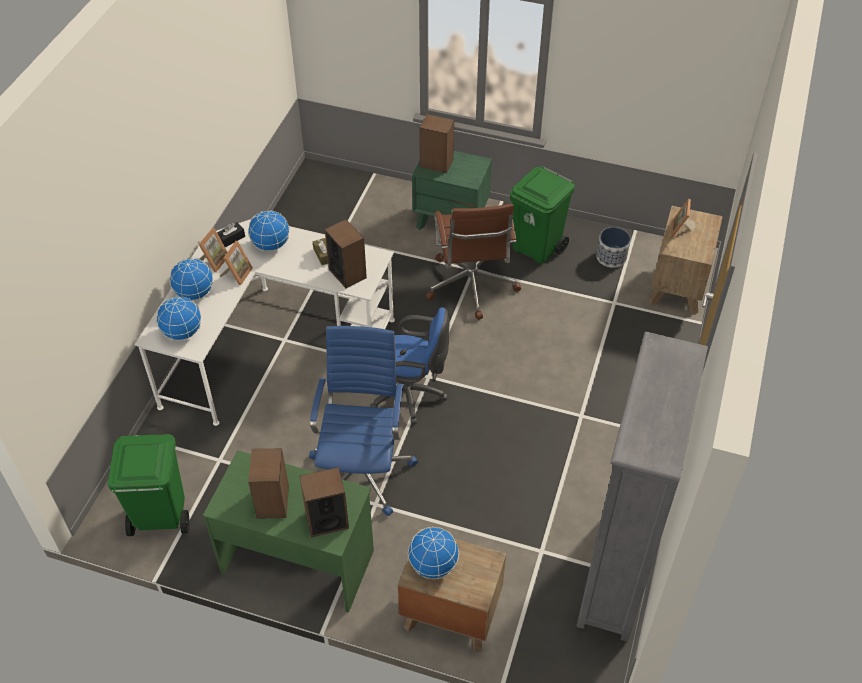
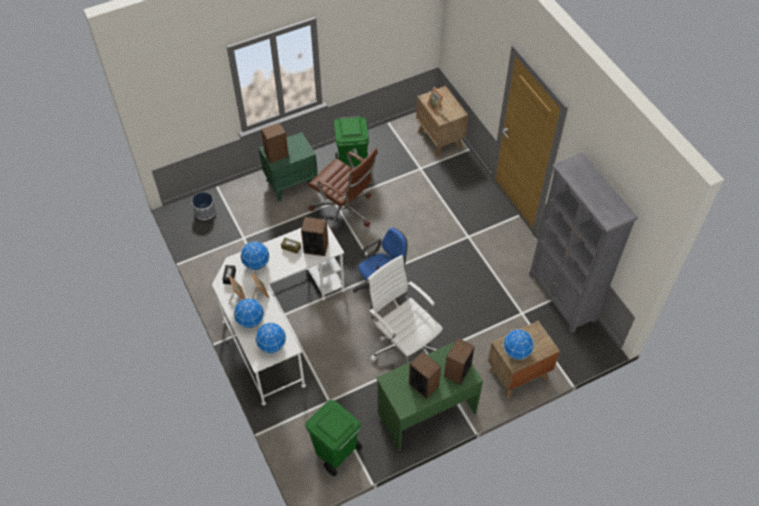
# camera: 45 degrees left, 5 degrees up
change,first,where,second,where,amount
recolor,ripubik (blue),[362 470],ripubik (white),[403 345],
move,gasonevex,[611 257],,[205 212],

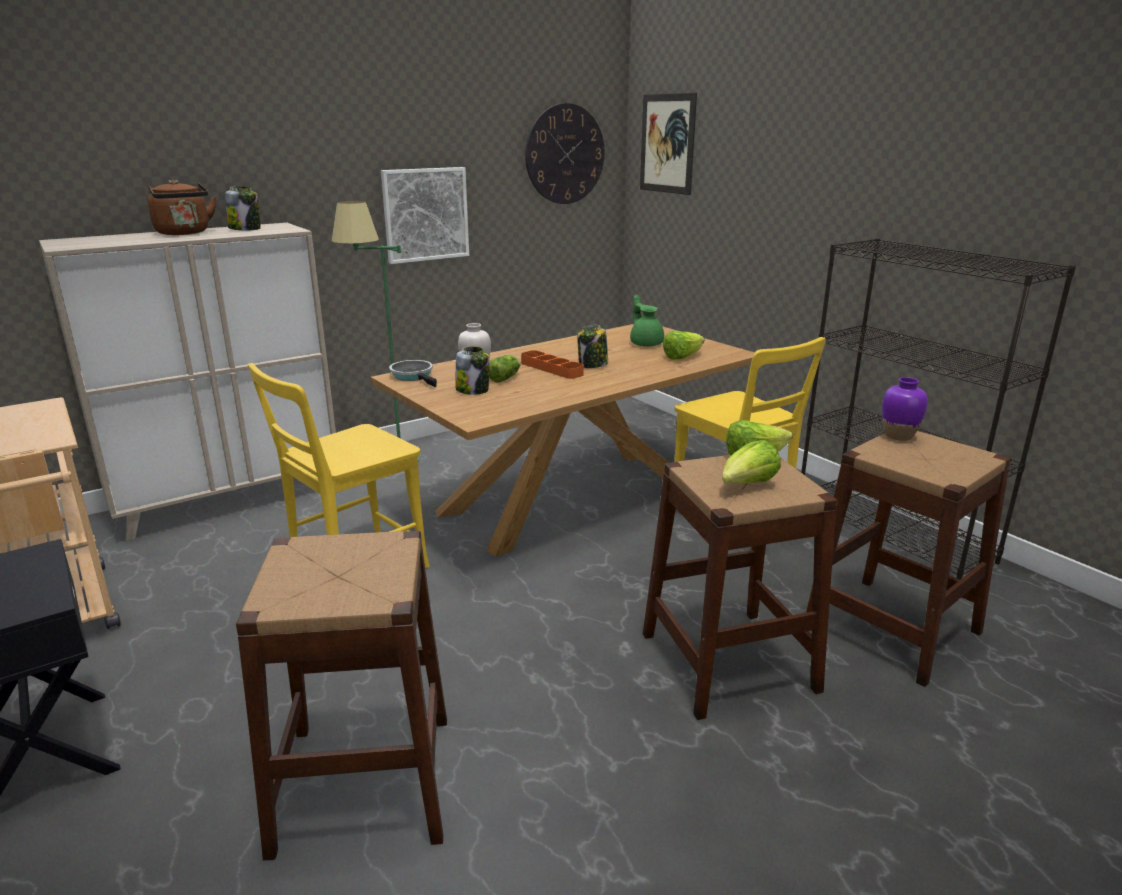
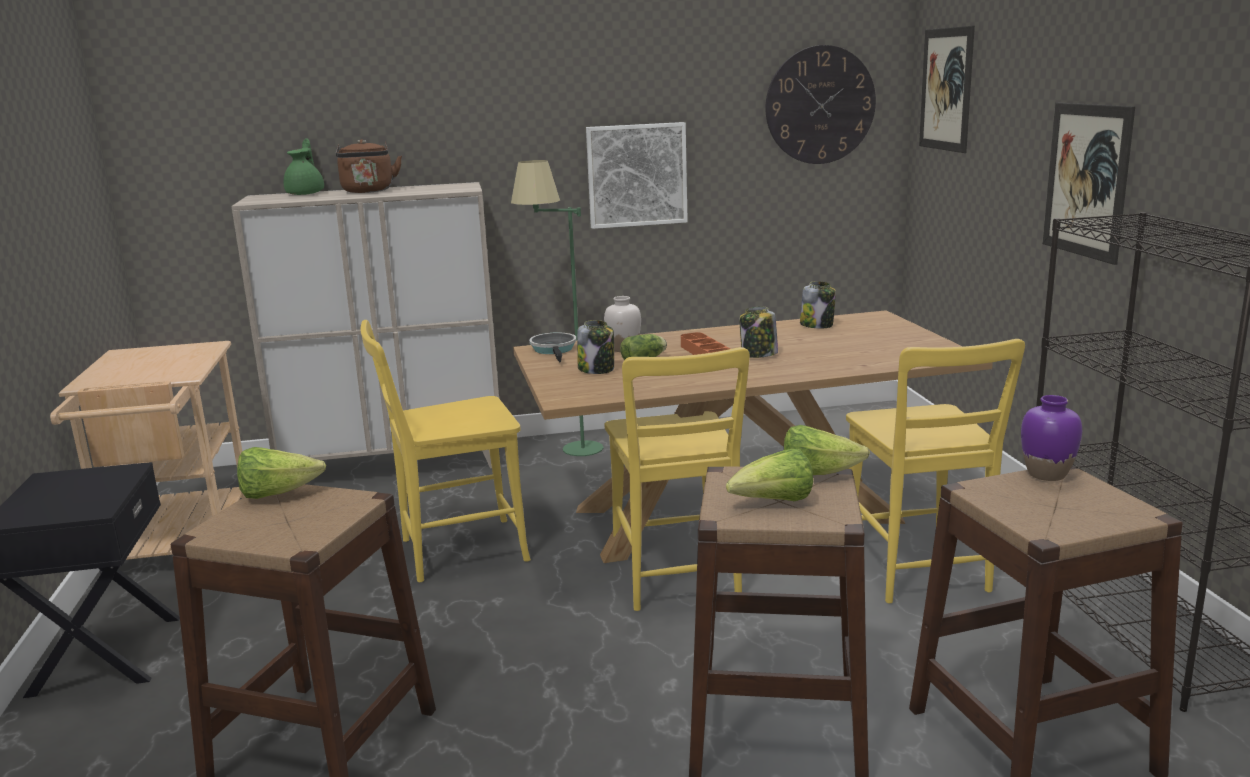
# camera: 25 degrees right, 5 degrees down
change,first,where,second,where,amount
move,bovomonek,[245 229],,[817 325],
move,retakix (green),[646 344],,[306 193],
move,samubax,[682 357],,[278 494],
insert,,,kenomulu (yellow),[676 580],
insert,,,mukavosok,[1086 180],

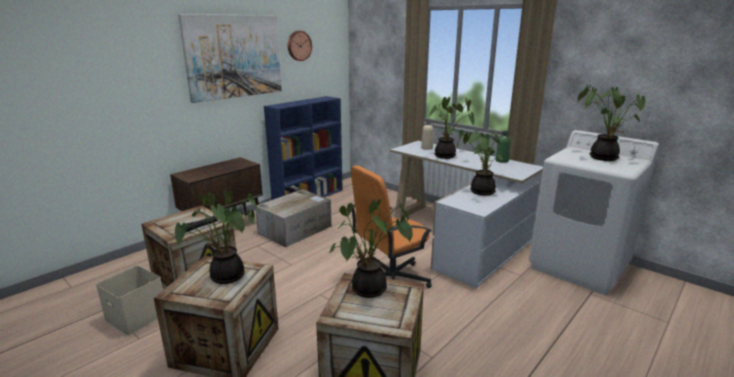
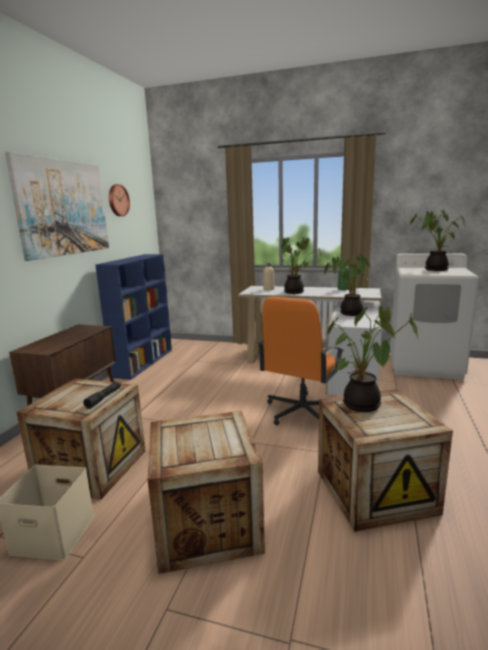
# camera: 25 degrees left, 5 degrees down
change,first,where,second,where,amount
delete,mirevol,[226 278],,,
delete,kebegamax,[296 229],,,

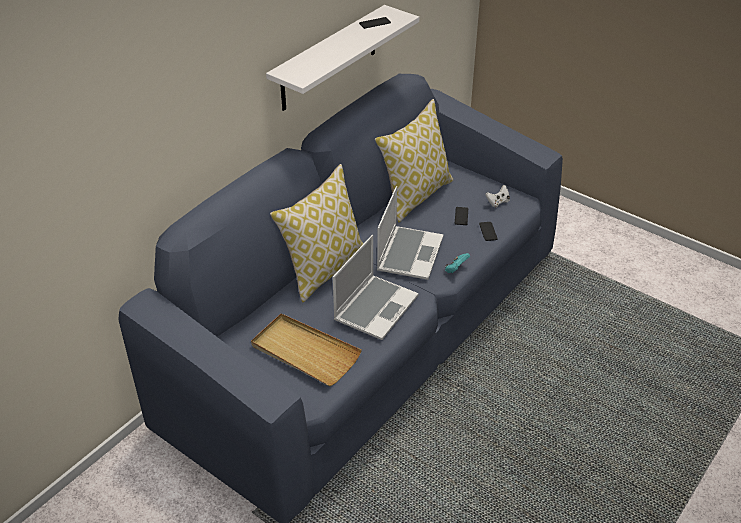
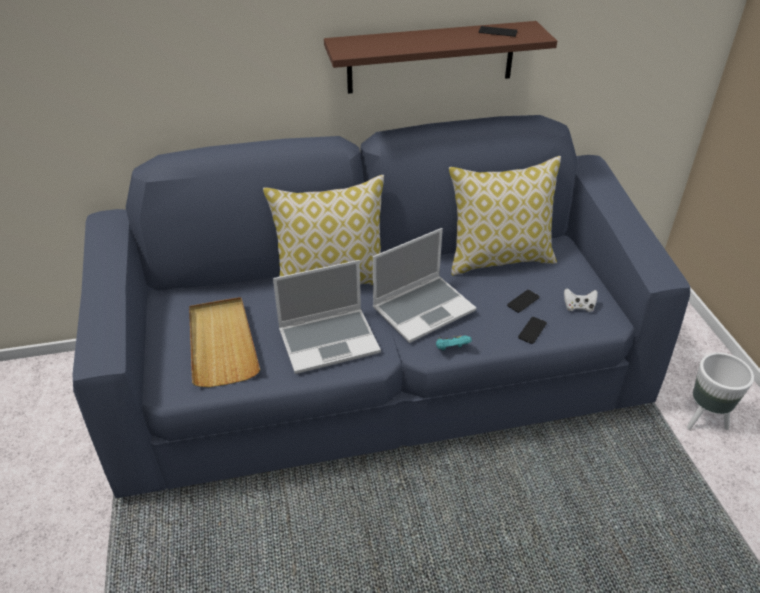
# camera: 40 degrees right, 0 degrees up
change,first,where,second,where,amount
recolor,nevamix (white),[329 58],nevamix (brown),[431 57],
insert,,,gasonevex (white),[704 419],

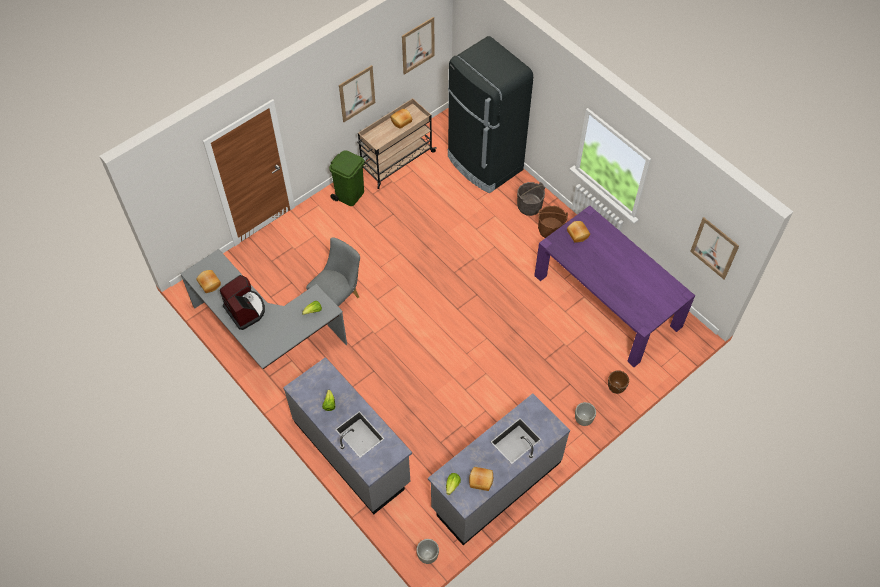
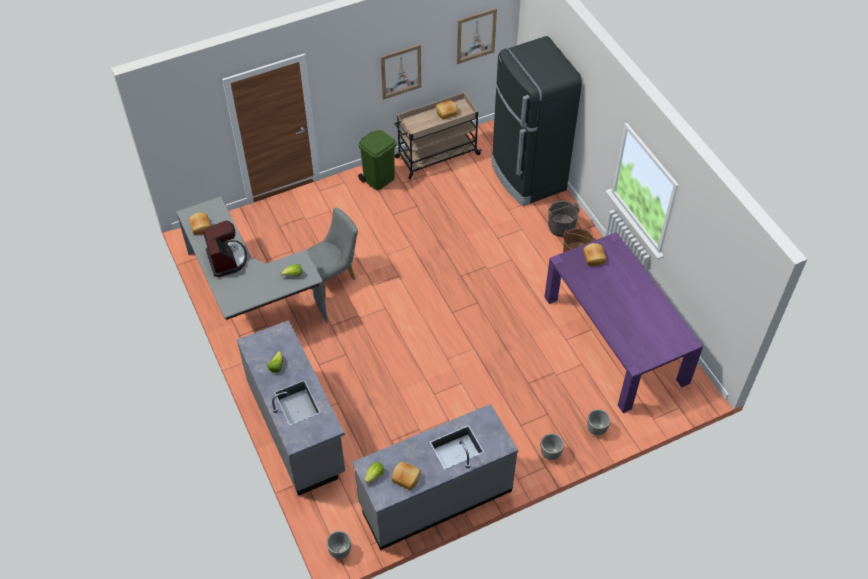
# camera: 15 degrees right, 5 degrees down
change,first,where,second,where,amount
recolor,gasonevex (brown),[616 388],gasonevex (grey),[596 429],
delete,mukavosok,[714 248],,,

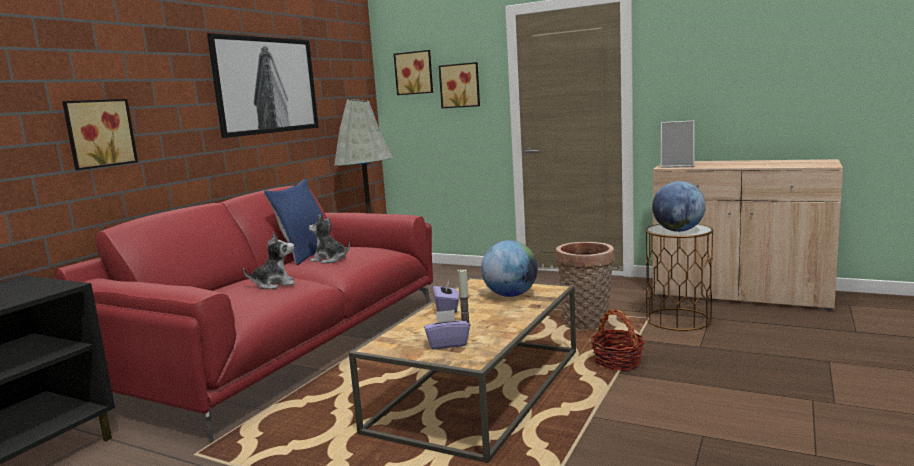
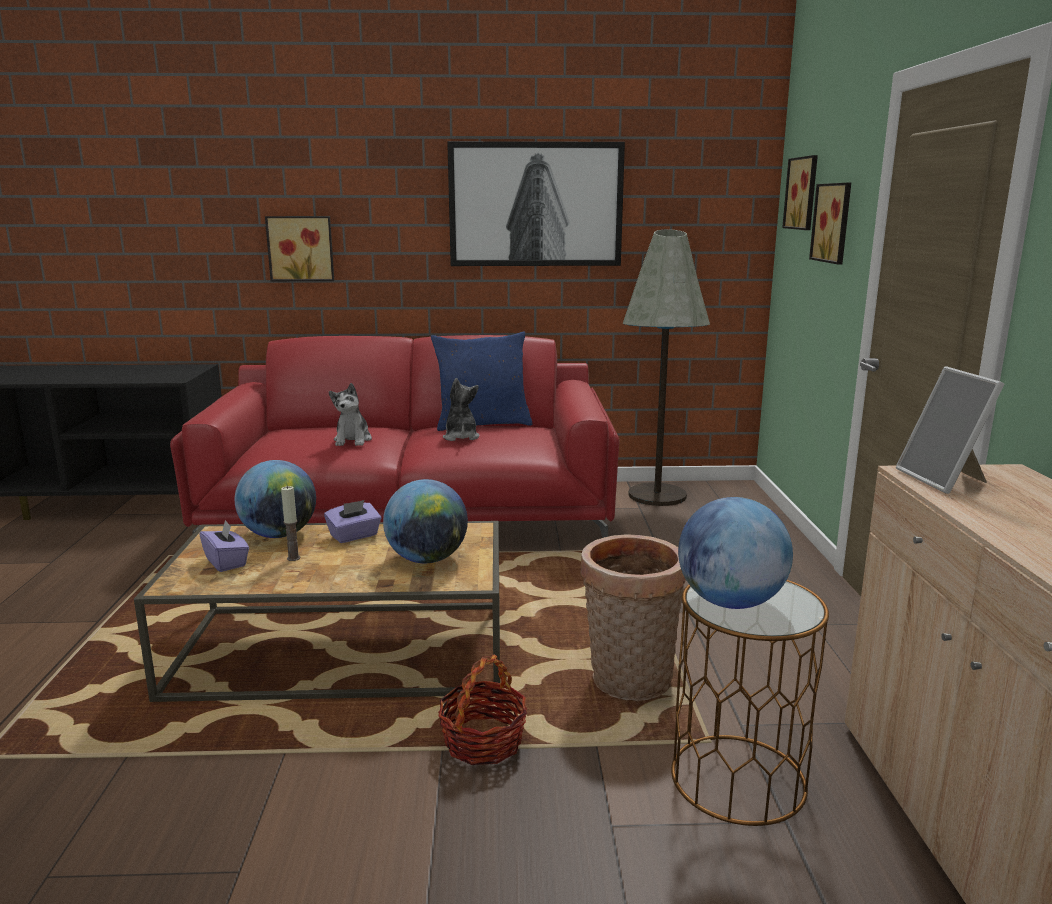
# camera: 60 degrees right, 5 degrees up
change,first,where,second,where,amount
rotate,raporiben,[274 284],,[353 440],45 degrees clockwise
insert,,,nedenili,[279 535],

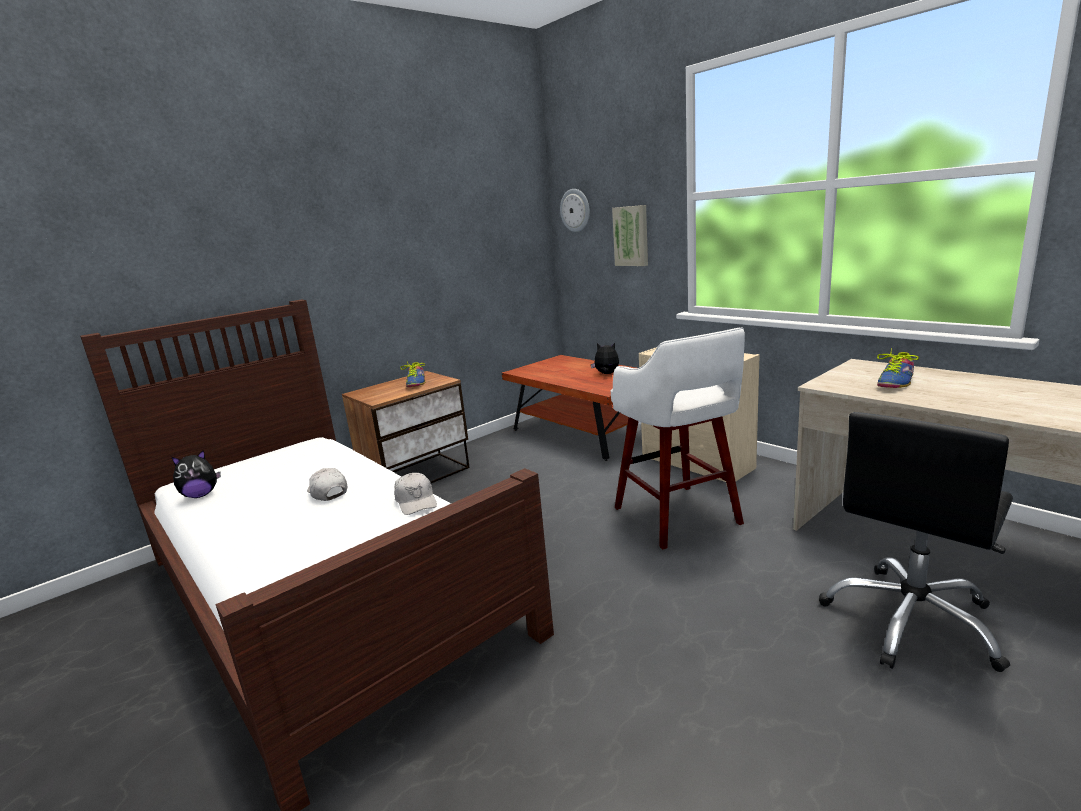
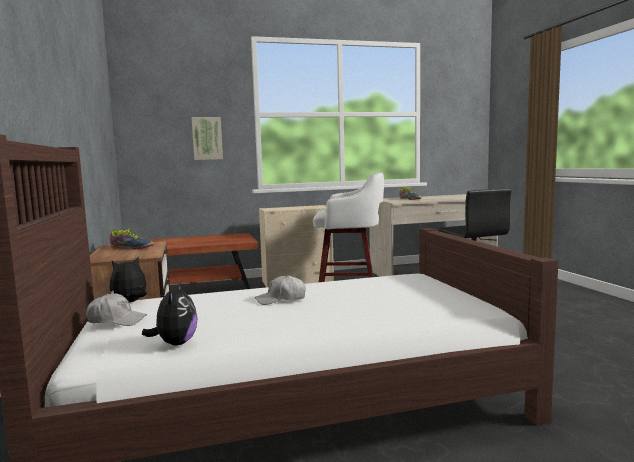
# camera: 65 degrees left, 10 degrees down
change,first,where,second,where,amount
move,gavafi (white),[416 501],,[116 320],
delete,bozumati,[575 210],,,
move,raporiben,[606 374],,[130 302],

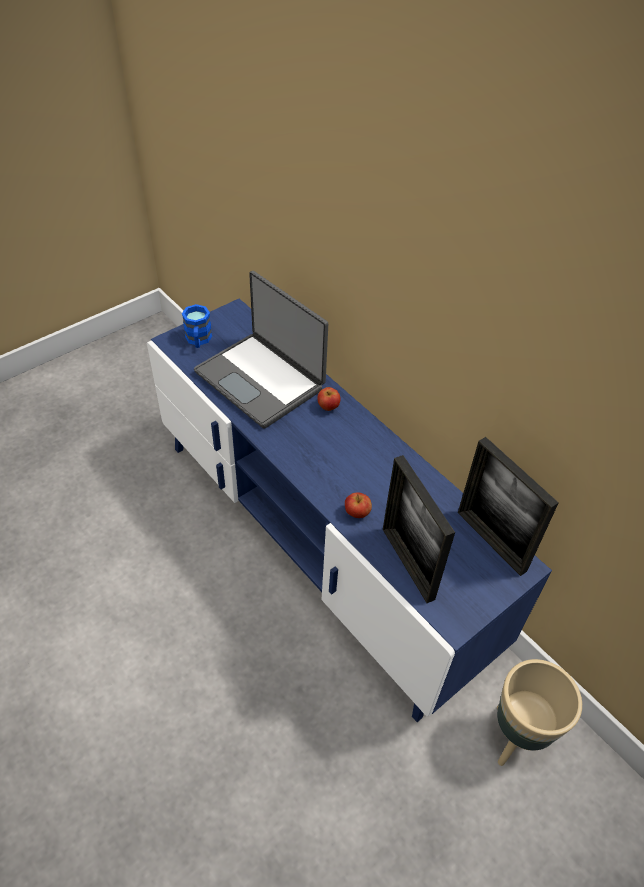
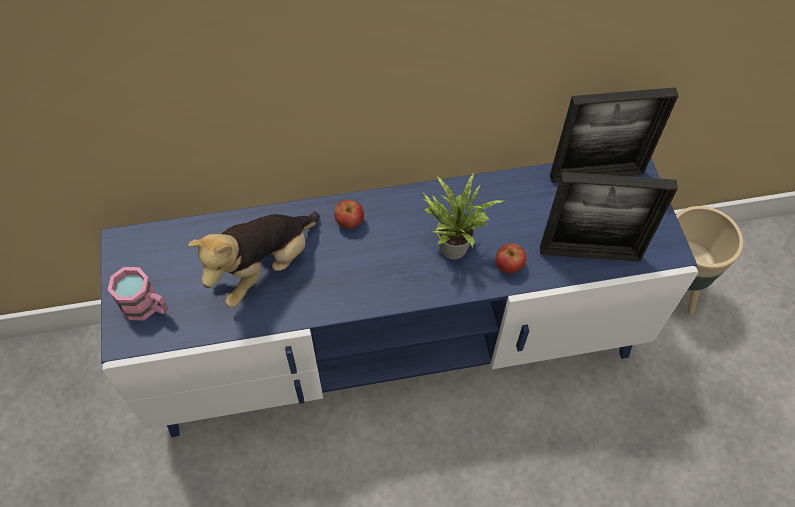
# camera: 60 degrees left, 10 degrees up
change,first,where,second,where,amount
recolor,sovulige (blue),[198 340],sovulige (pink),[147 307],
replace,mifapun,[261 379],raporiben,[263 267],
insert,,,mirevol,[452 244],

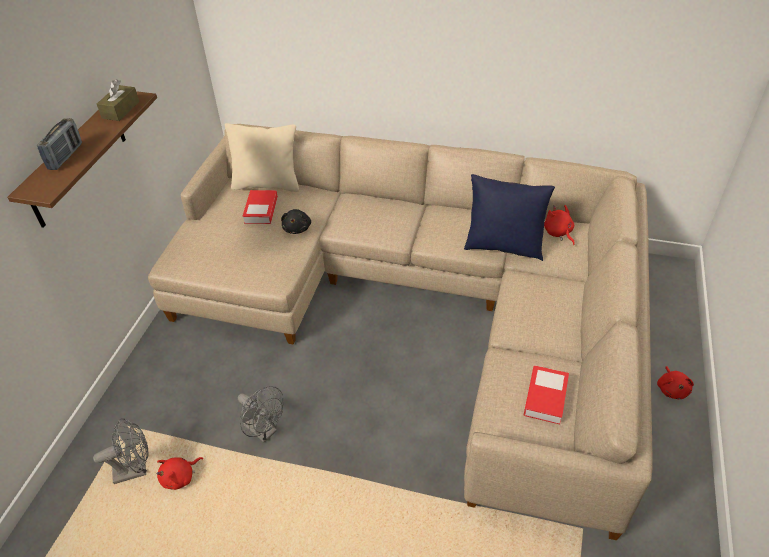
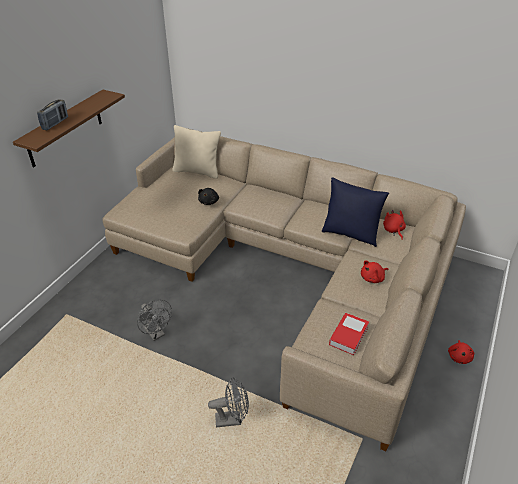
# camera: 10 degrees right, 5 degrees down
change,first,where,second,where,amount
move,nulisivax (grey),[136 470],,[232 419],
delete,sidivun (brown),[121 110],,,
move,raporiben (red),[180 477],,[373 278],
delete,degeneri,[261 210],,,

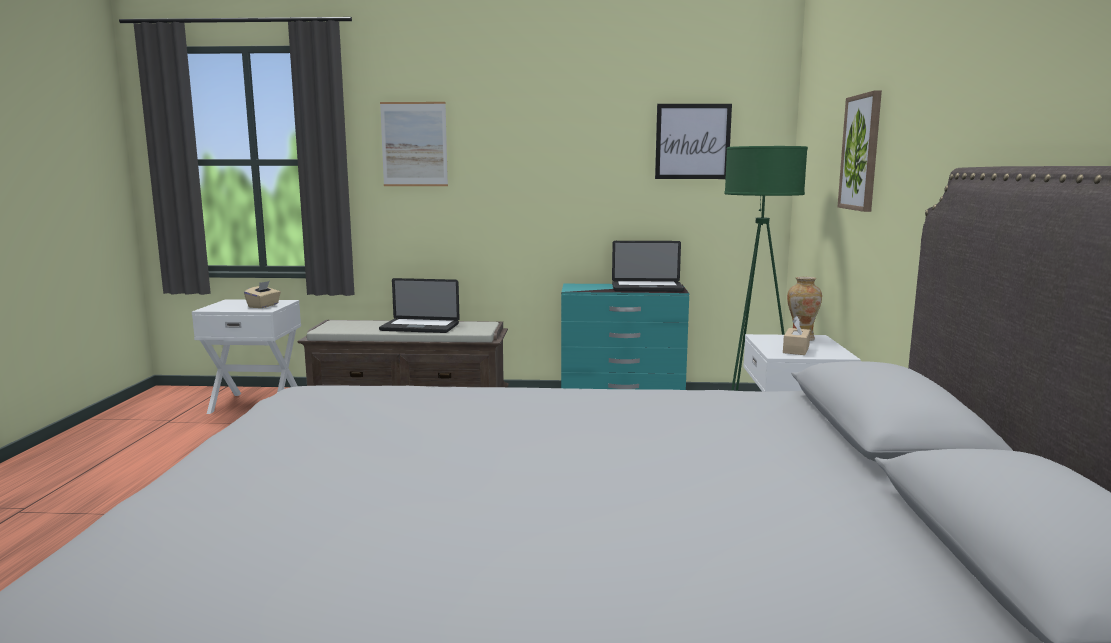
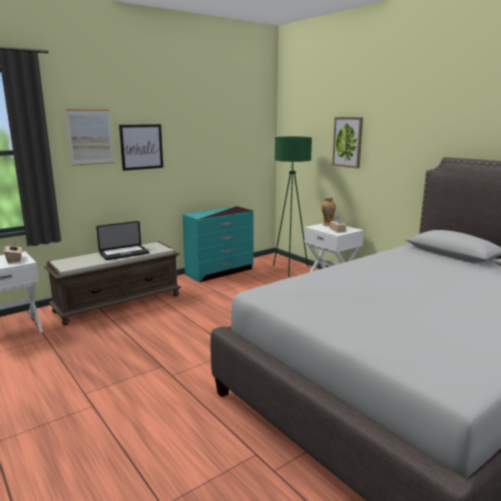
# camera: 40 degrees left, 5 degrees up
change,first,where,second,where,amount
delete,mifapun,[647 288],,,
move,mukavosok,[692 141],,[141 147],

